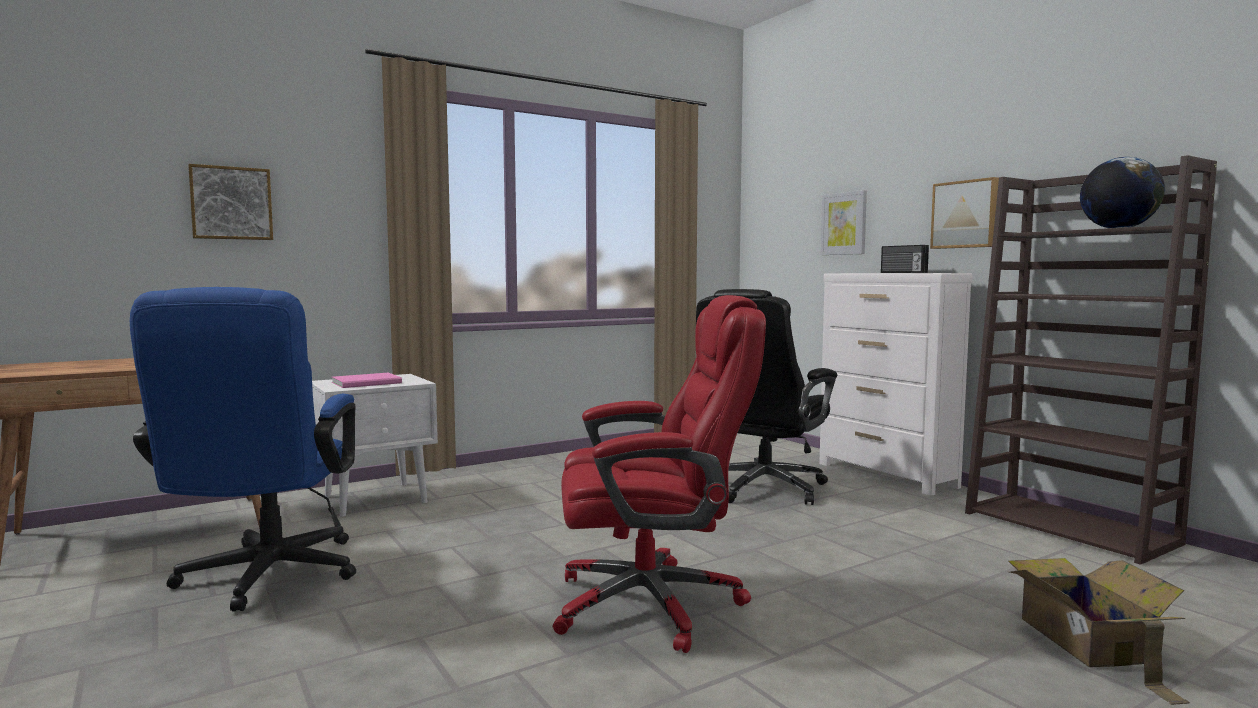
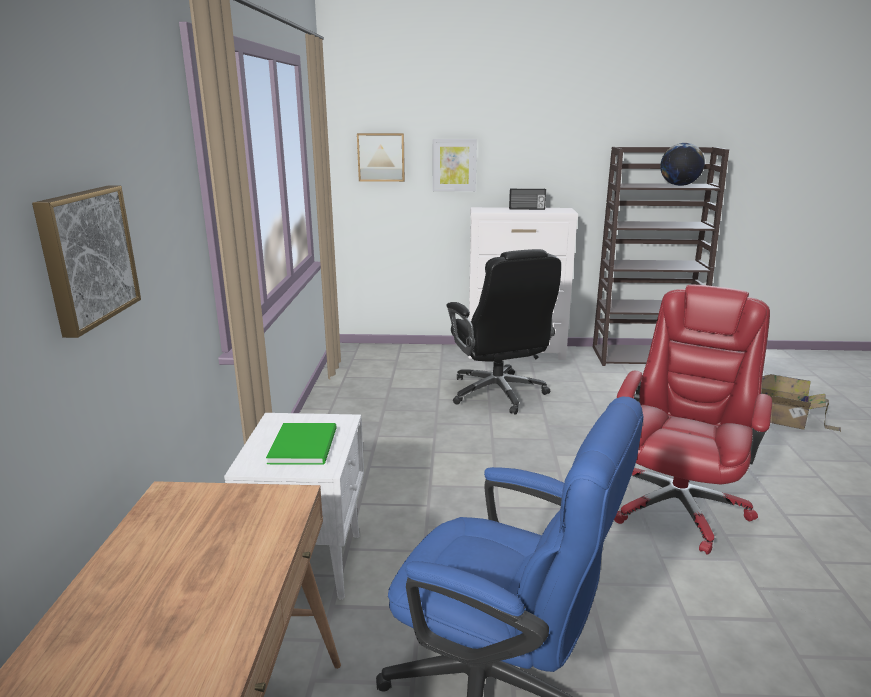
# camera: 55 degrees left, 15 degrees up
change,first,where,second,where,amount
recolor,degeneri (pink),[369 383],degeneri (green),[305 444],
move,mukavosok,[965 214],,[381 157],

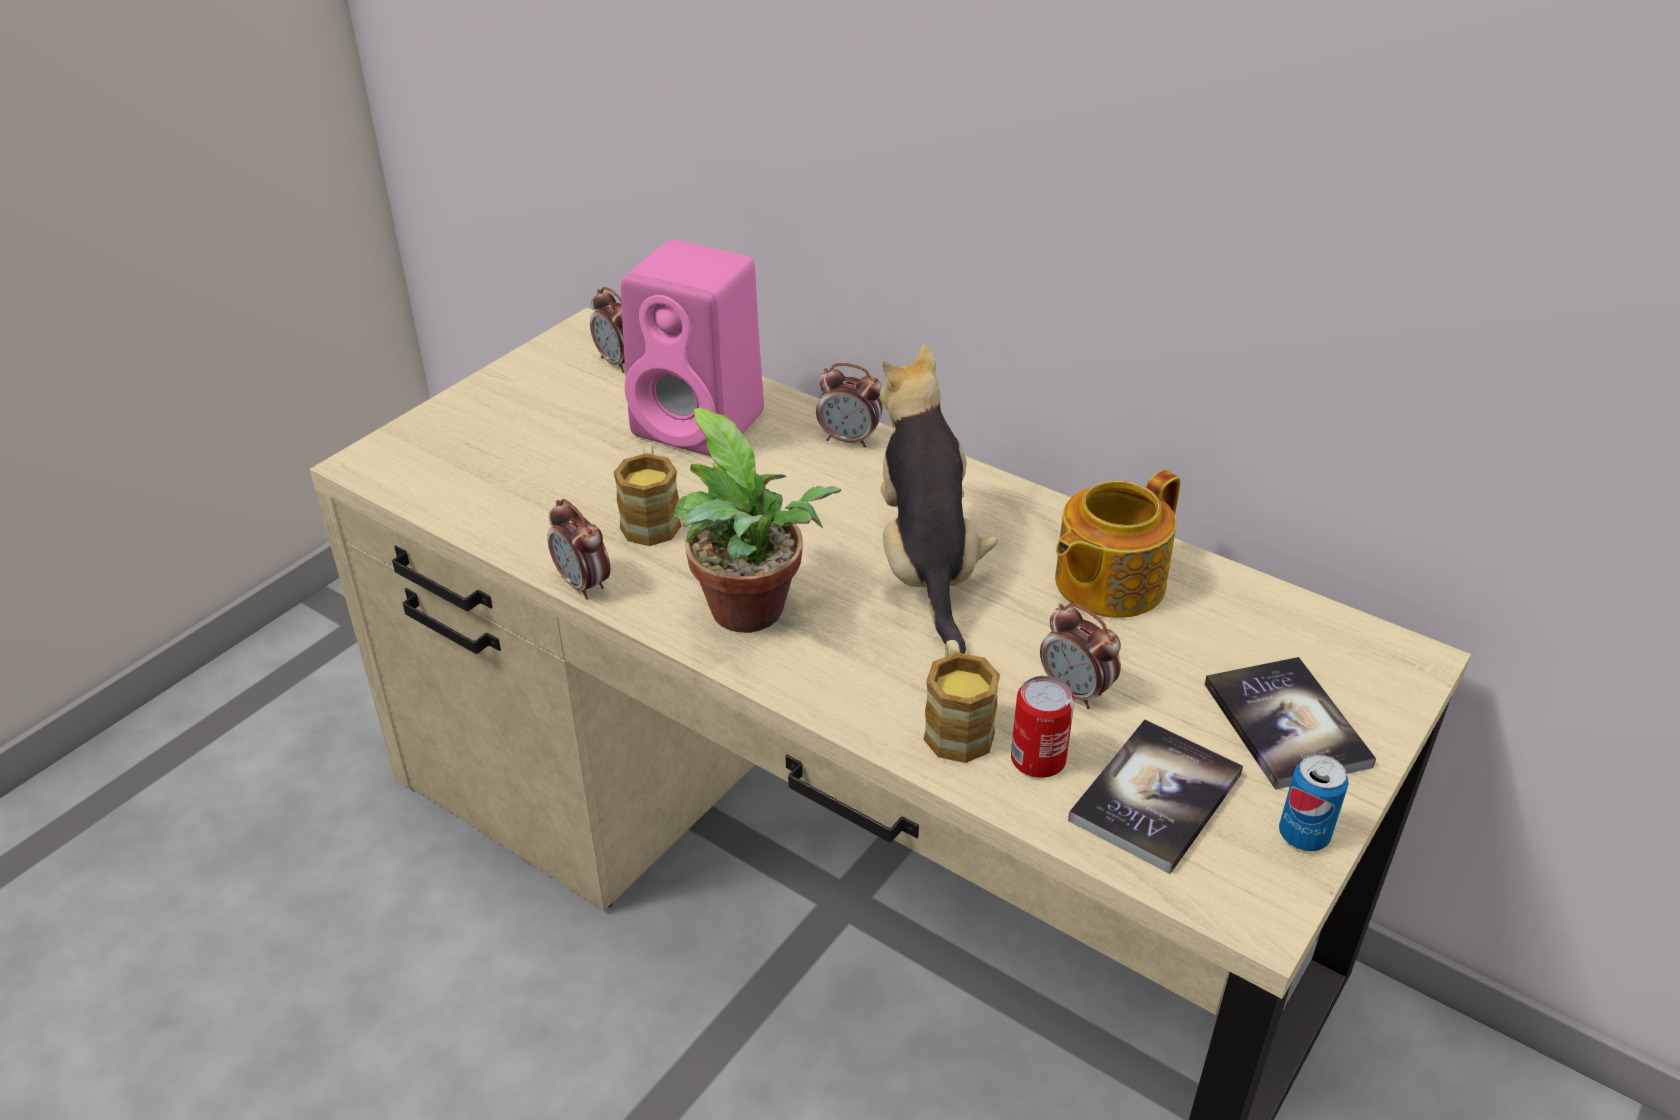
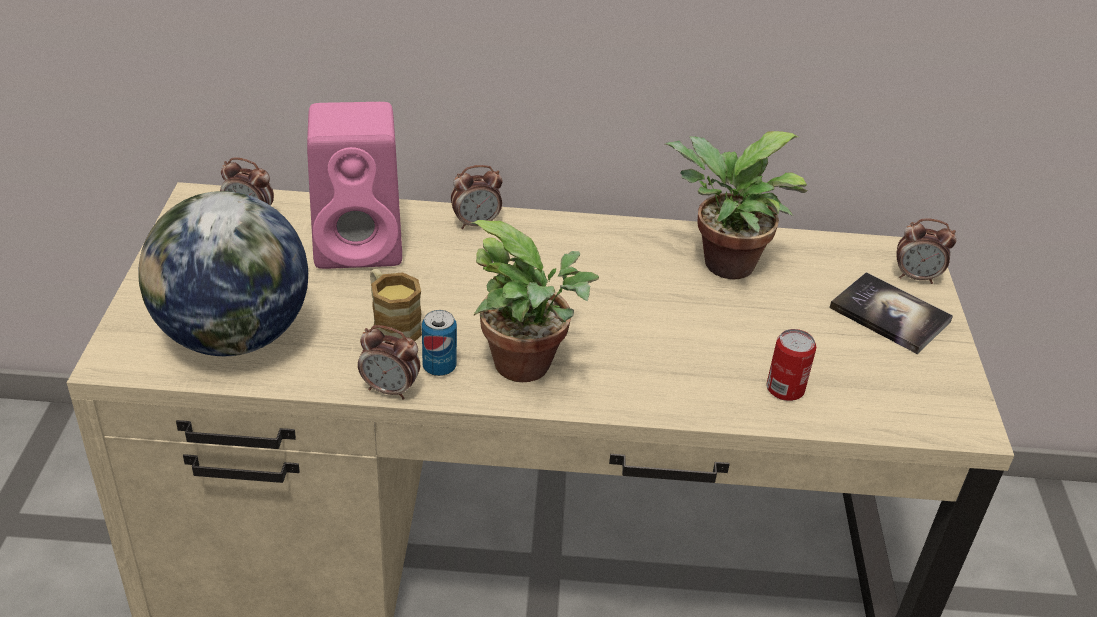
# camera: 35 degrees left, 0 degrees up
change,first,where,second,where,amount
delete,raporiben,[927 565],,,
delete,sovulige,[956 724],,,
move,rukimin,[1076 692],,[916 277],
replace,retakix,[1106 583],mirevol,[722 265],
delete,degeneri,[1155 797],,,
move,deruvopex,[1303 835],,[439 367],
insert,,,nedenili,[234 337],

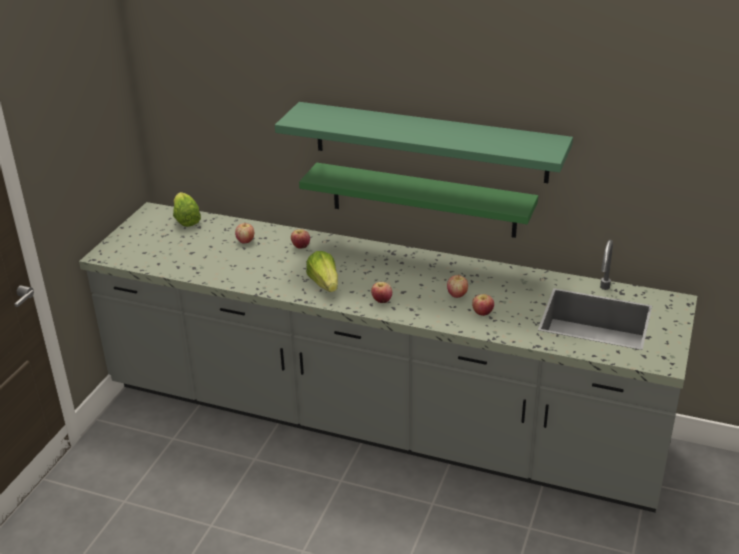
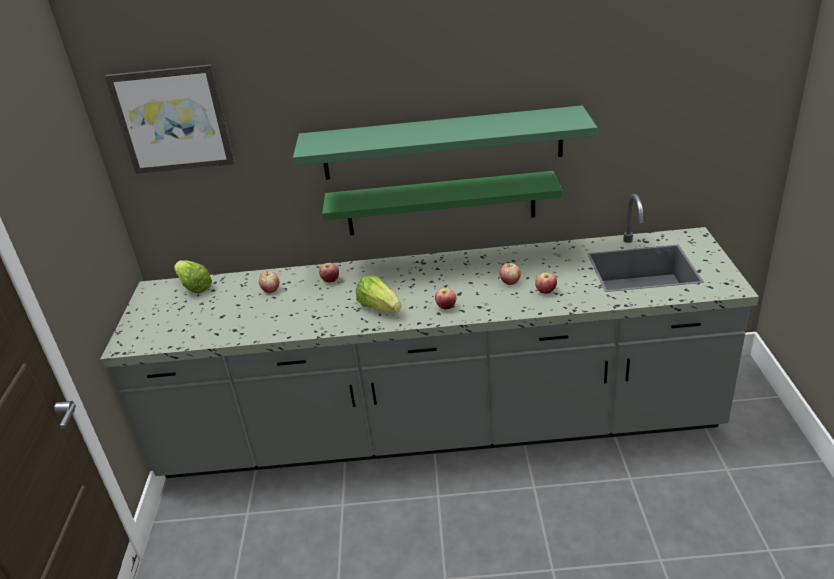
# camera: 20 degrees left, 0 degrees up
change,first,where,second,where,amount
insert,,,mukavosok,[172 119],

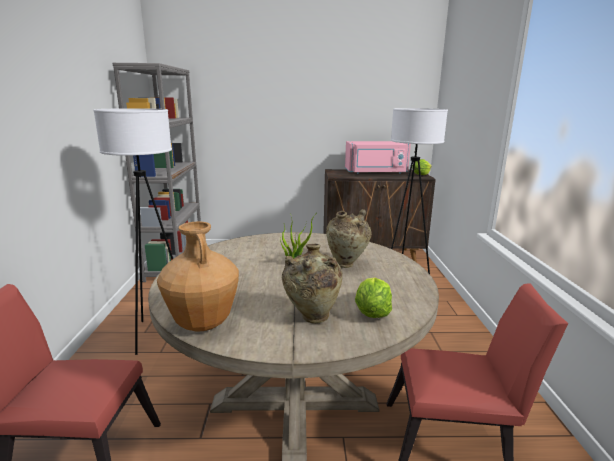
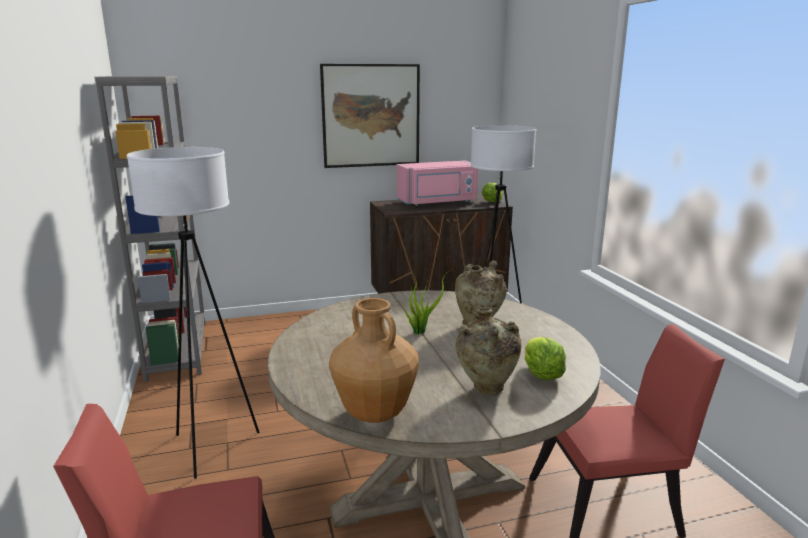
# camera: 15 degrees left, 0 degrees up
change,first,where,second,where,amount
insert,,,mukavosok,[371 116],

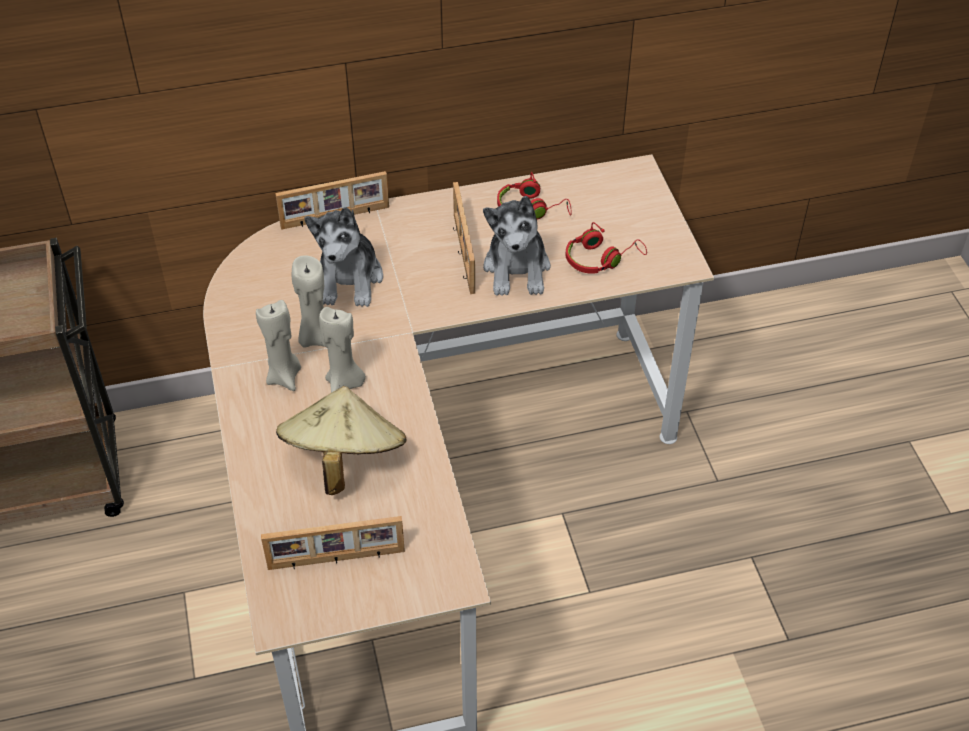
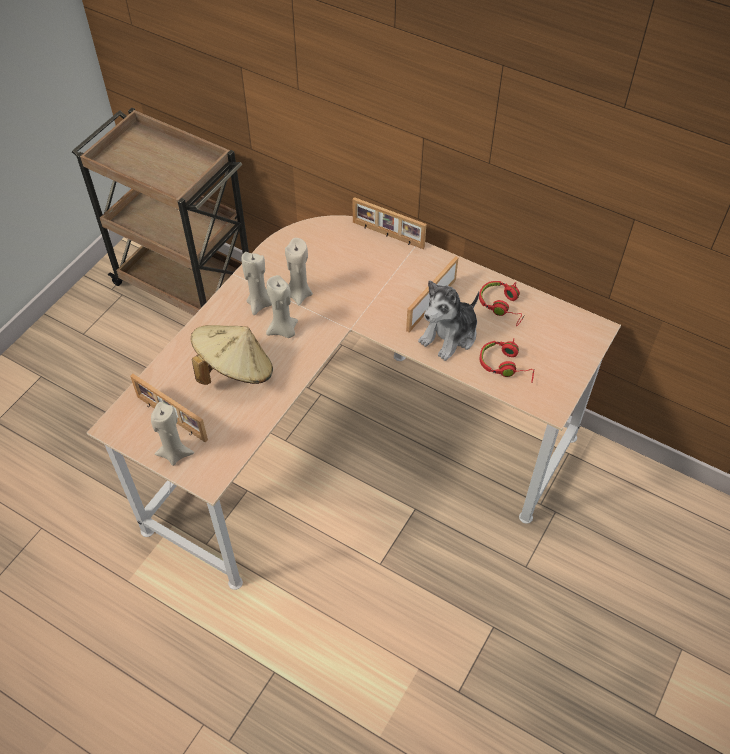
# camera: 45 degrees right, 5 degrees up
change,first,where,second,where,amount
delete,raporiben,[349 279],,,
insert,,,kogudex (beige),[175 453],

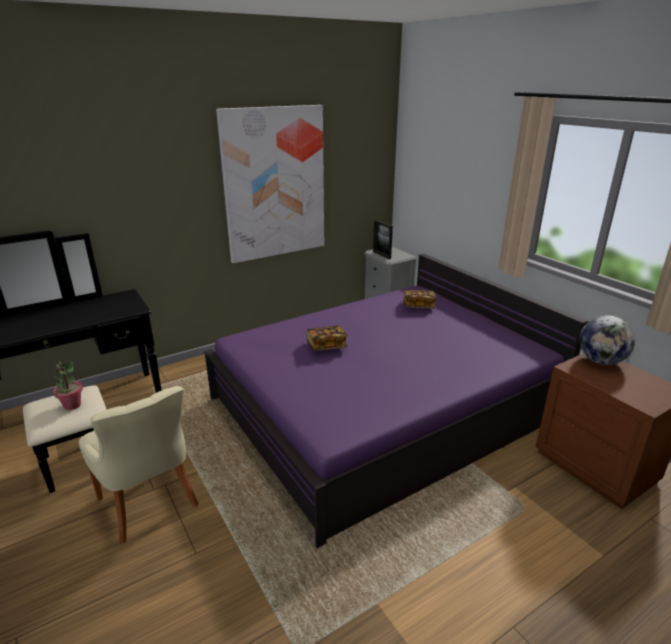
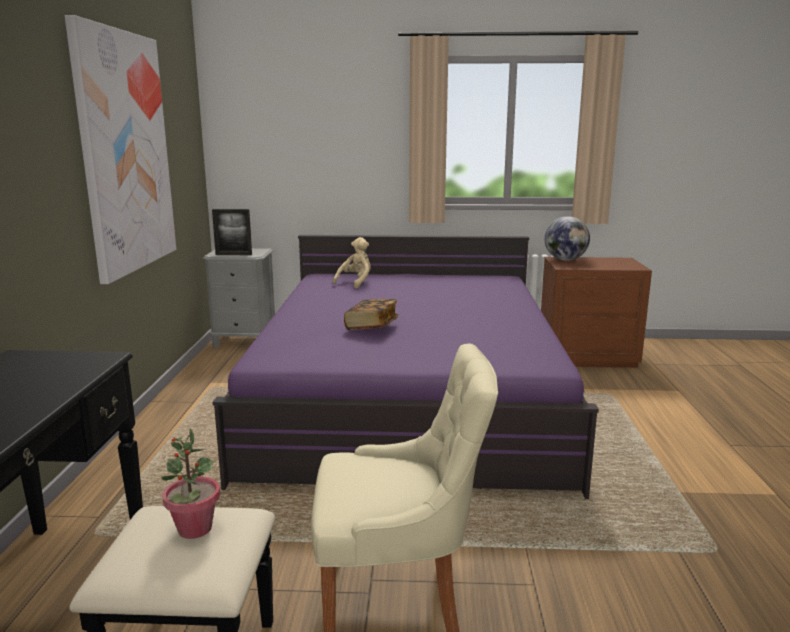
# camera: 55 degrees left, 10 degrees down
change,first,where,second,where,amount
replace,degeneri,[418 306],raporiben (beige),[356 283],

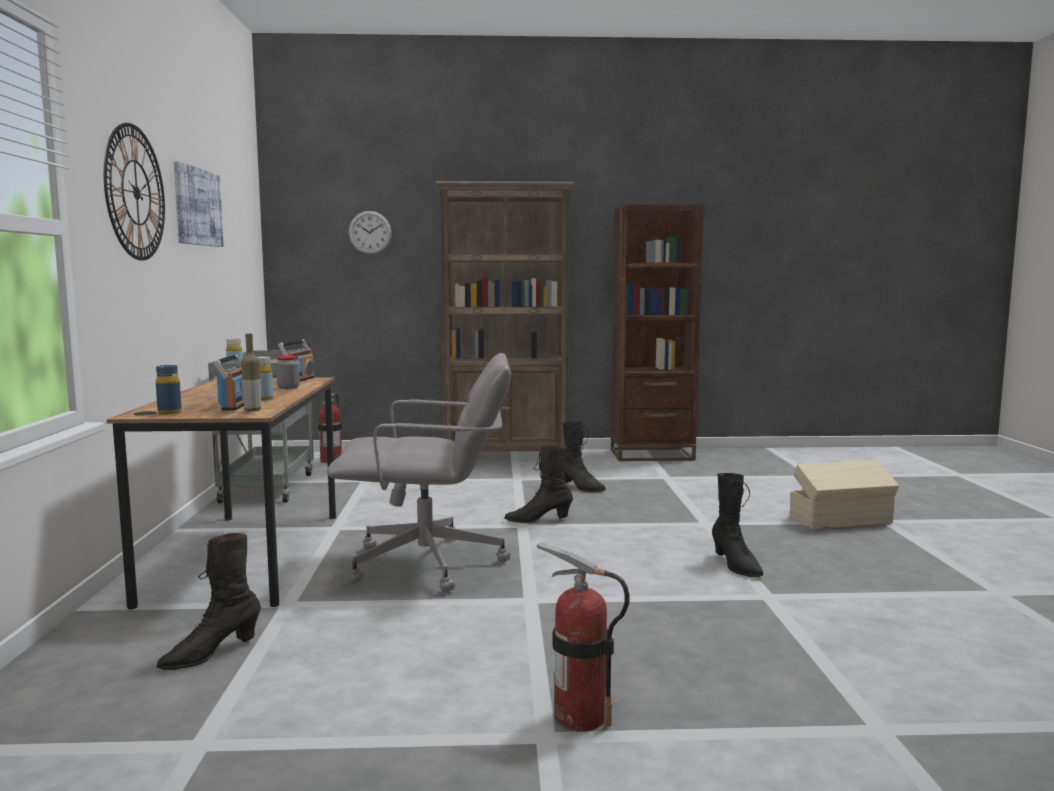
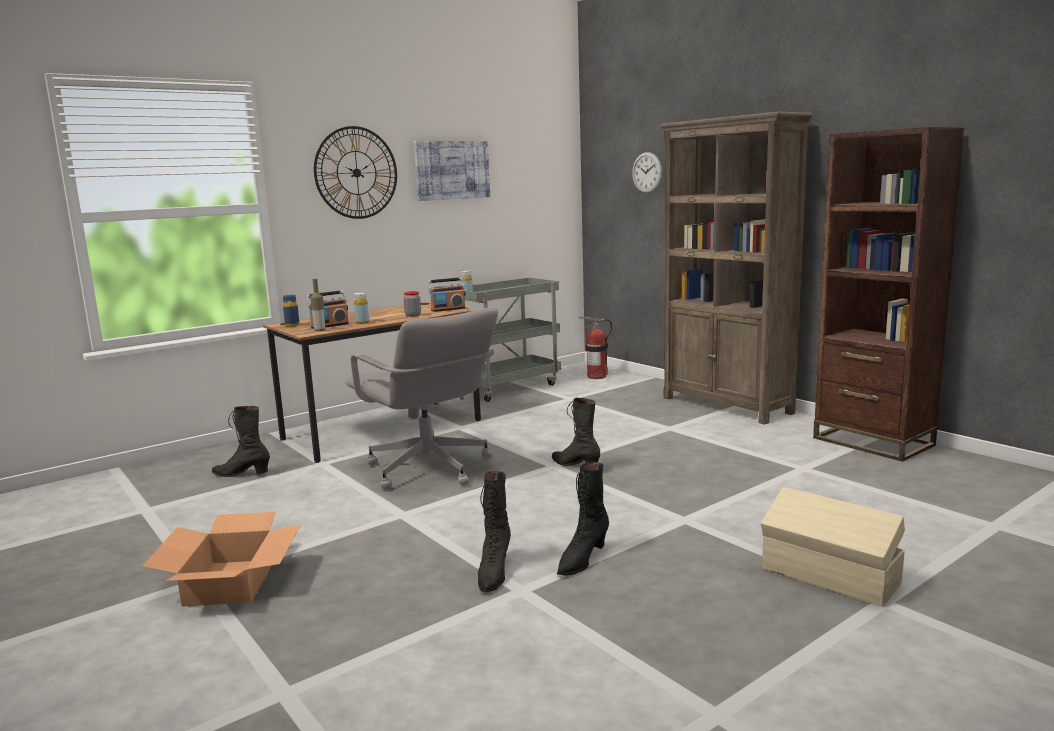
# camera: 55 degrees right, 5 degrees up
change,first,where,second,where,amount
replace,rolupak,[580 717],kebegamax,[231 582],
move,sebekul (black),[581 487],,[494 573],

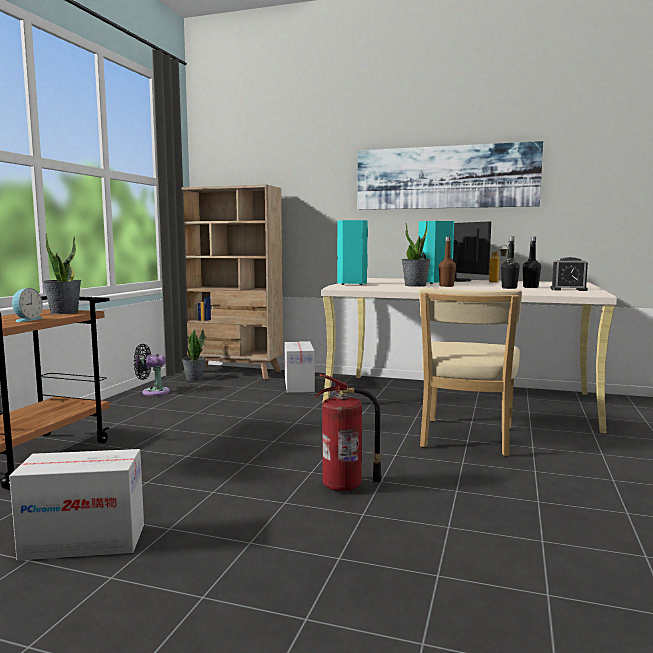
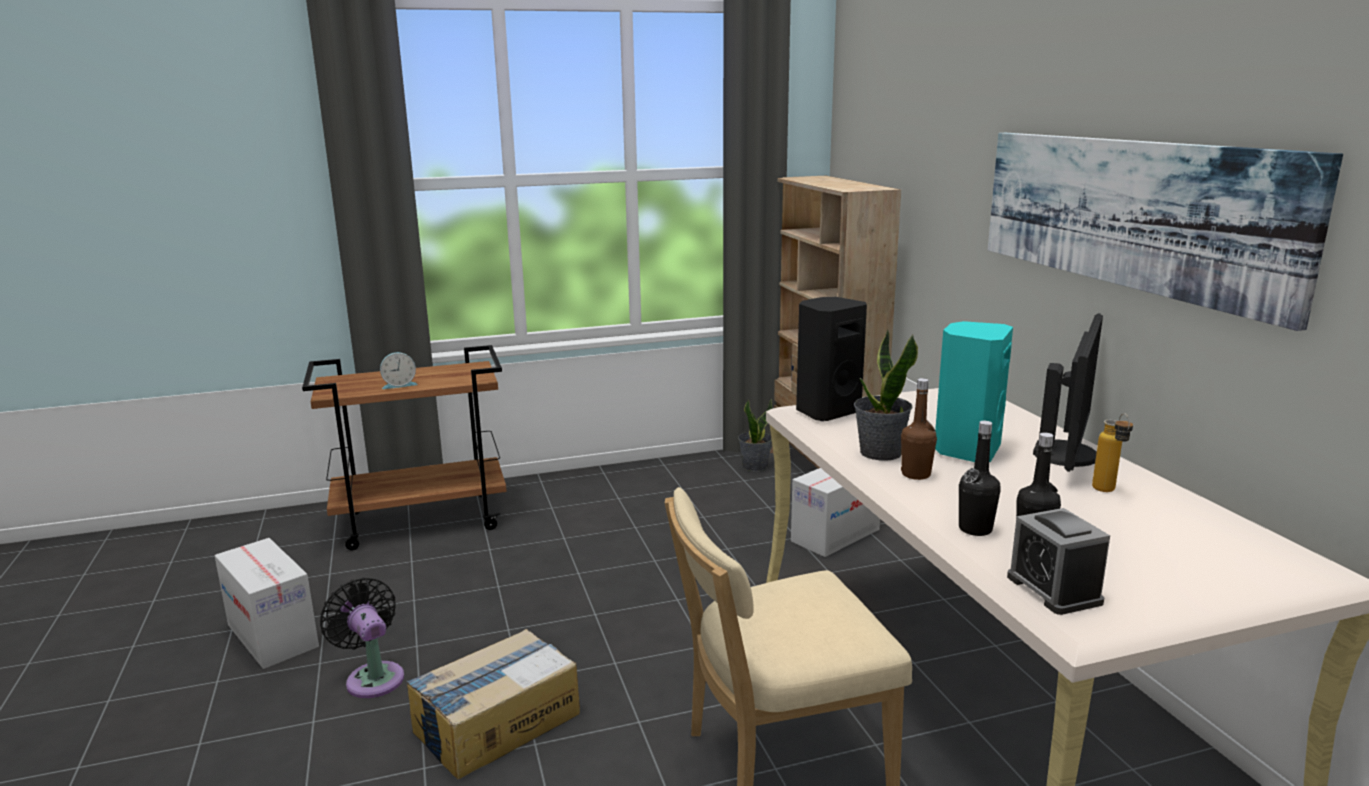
# camera: 55 degrees right, 10 degrees up
change,first,where,second,where,amount
delete,mirevol,[64 312],,,
move,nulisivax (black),[152 392],,[373 677],
replace,rolupak,[345 486],kebegamax,[495 723],
recolor,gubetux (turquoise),[351 284],gubetux (black),[826 411],

